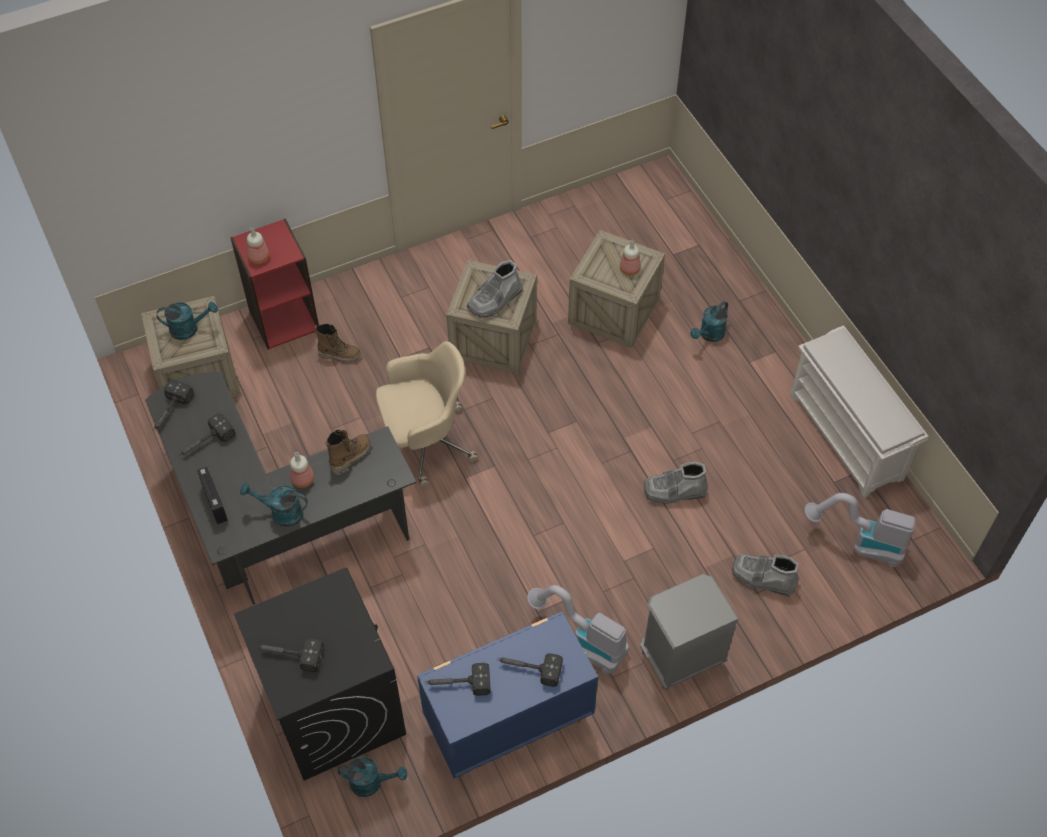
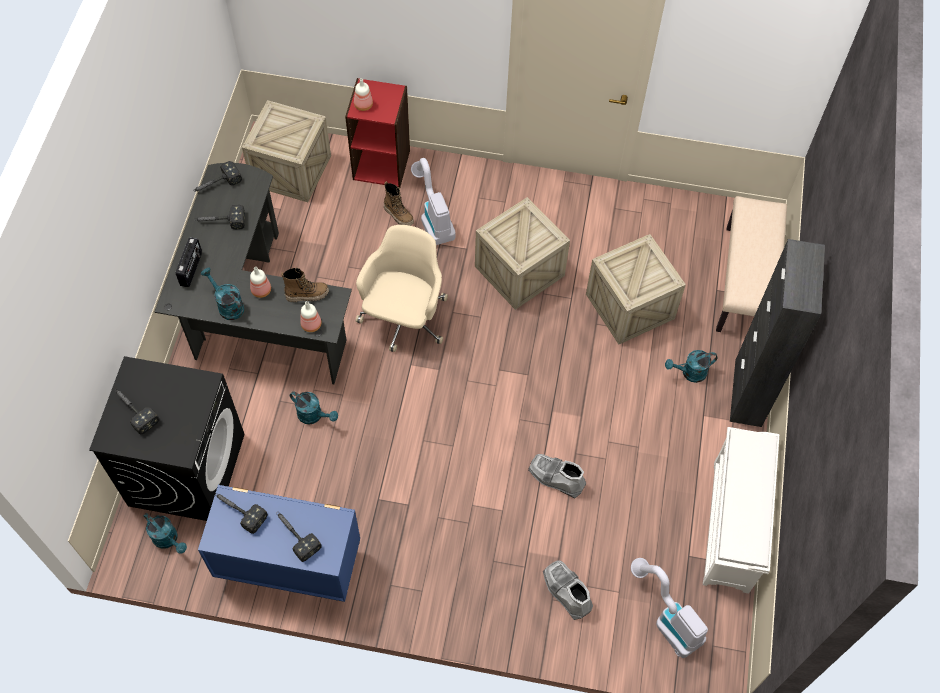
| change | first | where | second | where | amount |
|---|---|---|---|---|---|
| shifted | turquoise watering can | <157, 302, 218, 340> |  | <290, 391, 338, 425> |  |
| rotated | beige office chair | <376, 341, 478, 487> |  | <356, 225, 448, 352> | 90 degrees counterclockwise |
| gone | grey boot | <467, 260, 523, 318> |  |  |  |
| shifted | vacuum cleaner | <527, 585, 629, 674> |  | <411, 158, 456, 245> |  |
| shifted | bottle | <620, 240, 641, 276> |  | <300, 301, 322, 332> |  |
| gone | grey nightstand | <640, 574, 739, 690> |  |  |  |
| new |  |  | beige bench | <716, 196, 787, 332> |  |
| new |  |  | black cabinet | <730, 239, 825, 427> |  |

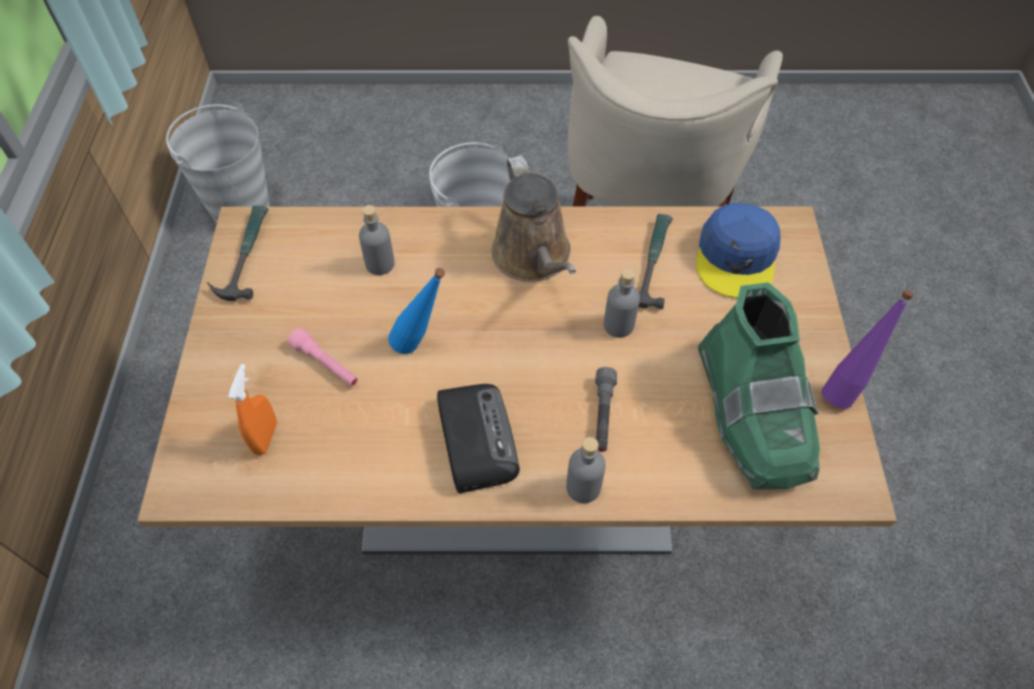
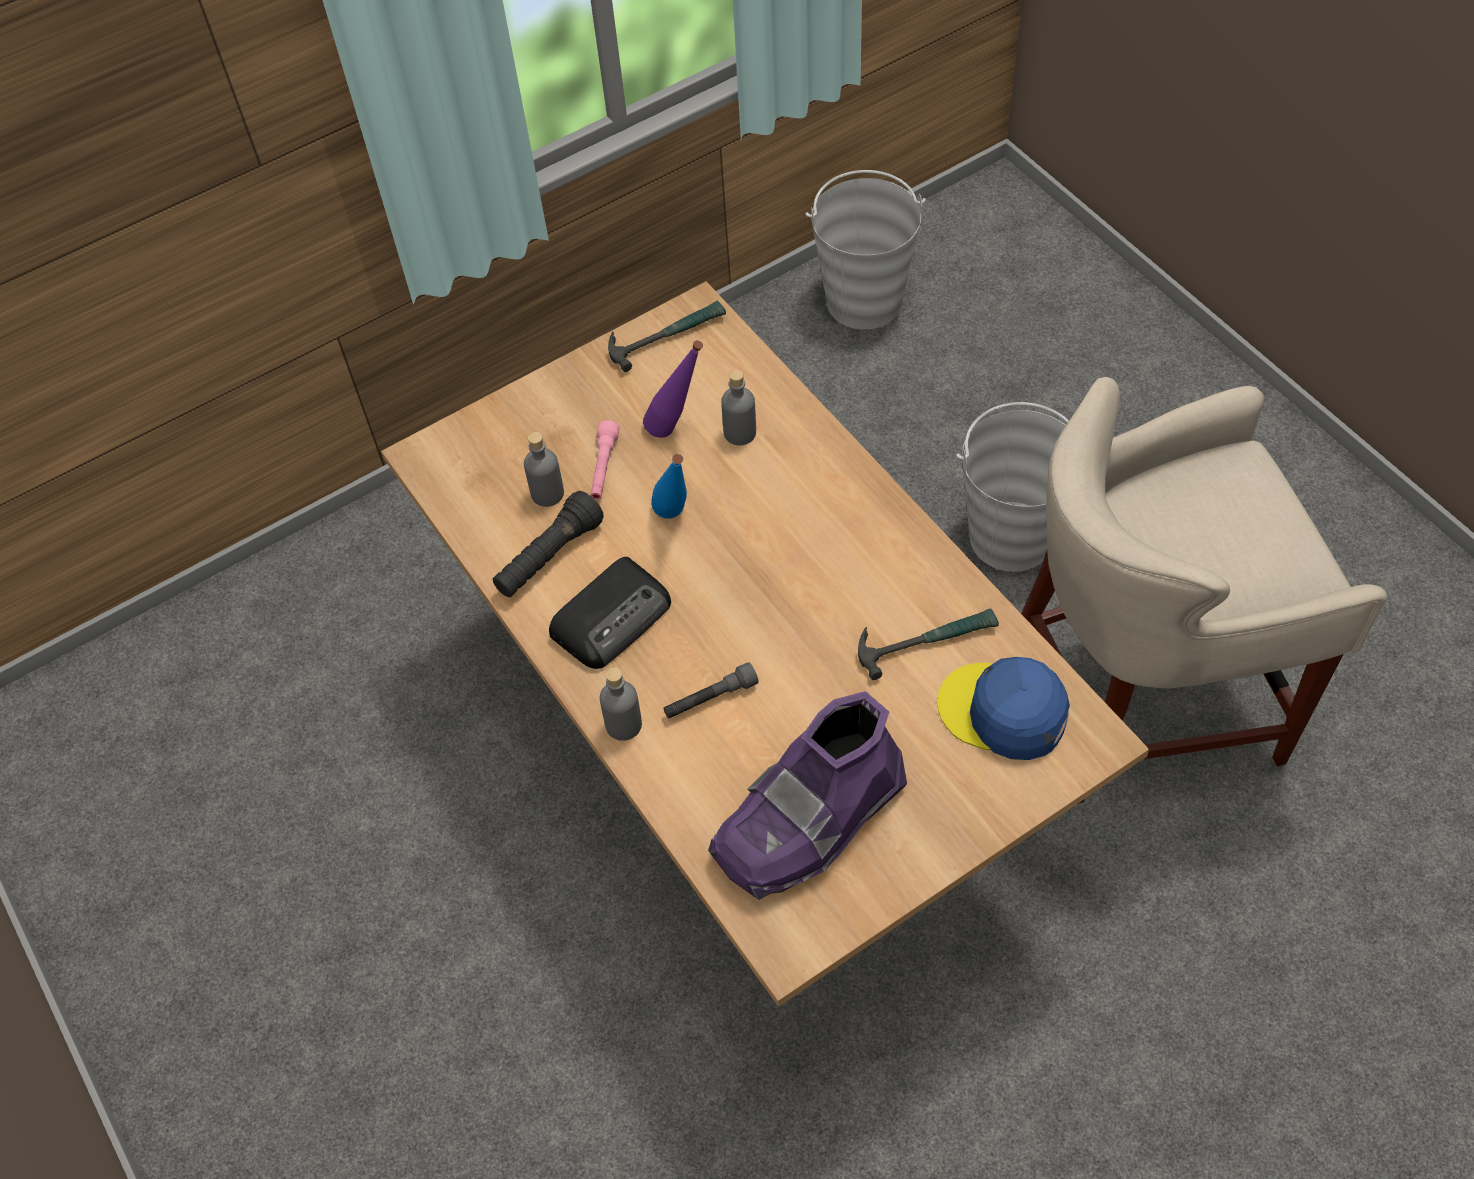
| change | first | where | second | where | amount |
|---|---|---|---|---|---|
| gone | orange spray bottle | <228, 364, 277, 455> |  |  |  |
| gone | brown watering can | <492, 155, 576, 282> |  |  |  |
| shifted | grey bottle | <604, 268, 640, 338> |  | <524, 432, 564, 507> |  |
| rotated | blue cap | <696, 203, 781, 298> |  | <937, 657, 1070, 760> | 45 degrees clockwise |
| repainted | green boot | <698, 282, 820, 489> | purple boot | <708, 691, 907, 900> |  |
| shifted | purple bottle | <822, 290, 914, 409> |  | <643, 340, 703, 438> |  |
| new |  |  | black flashlight | <493, 491, 604, 597> |  |

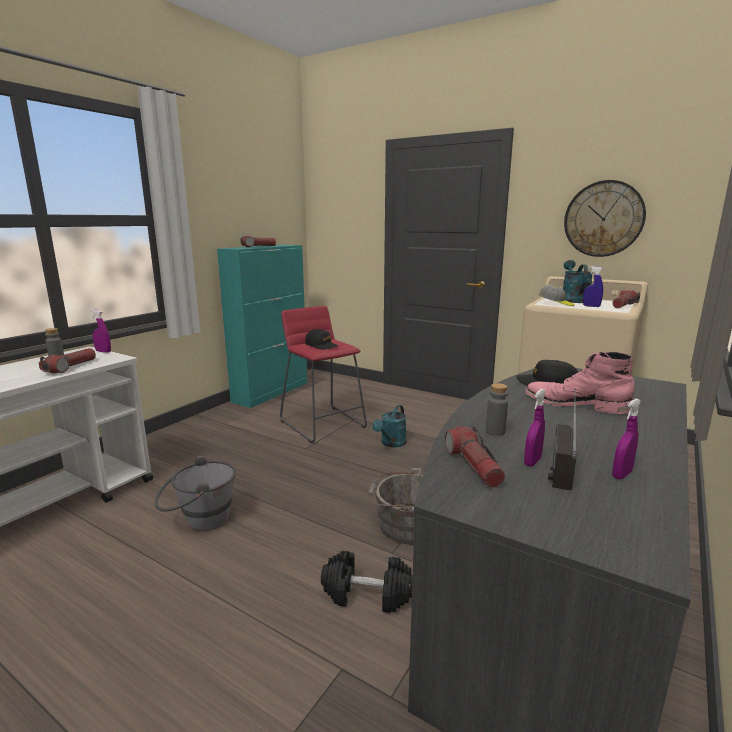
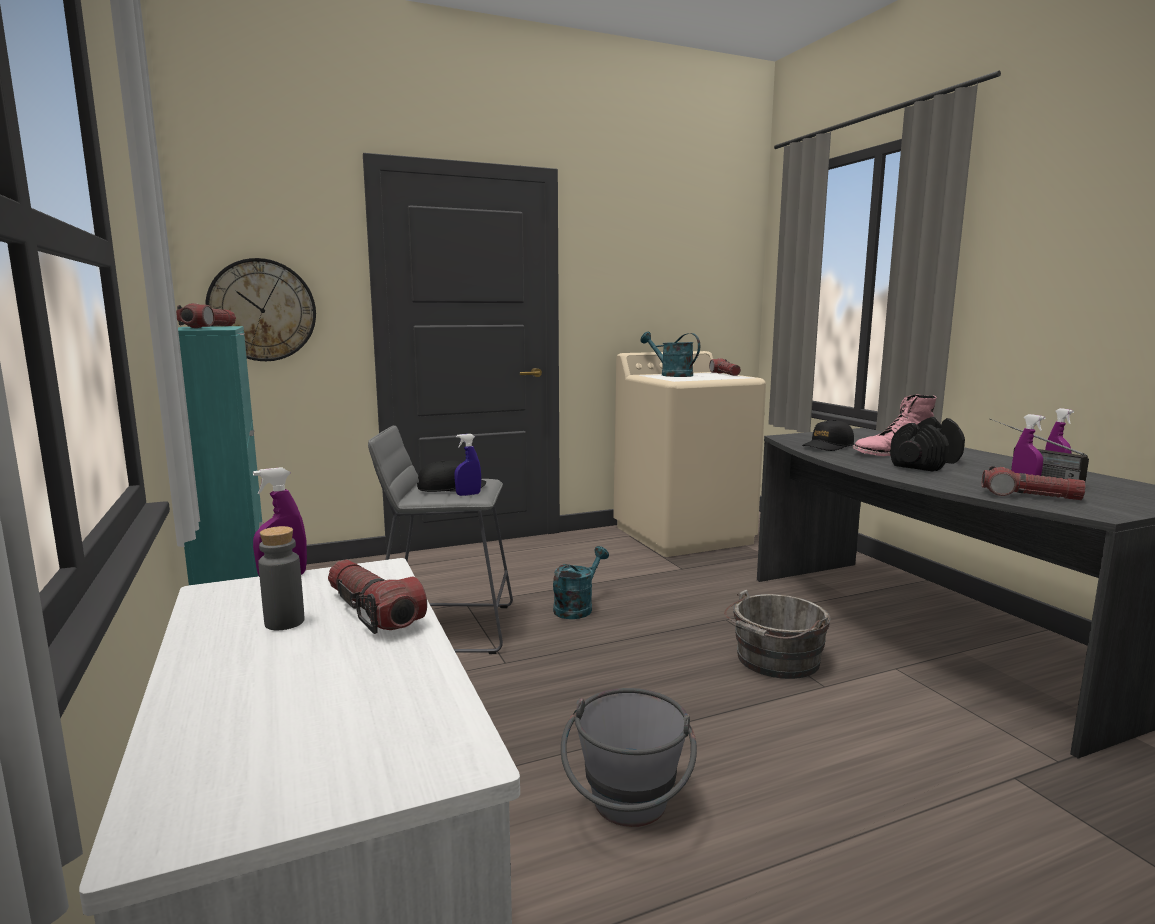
| change | first | where | second | where | amount |
|---|---|---|---|---|---|
| repainted | red stool | <280, 306, 367, 443> | grey stool | <368, 426, 513, 654> |  |
| shifted | black dumbbell | <321, 551, 413, 613> |  | <890, 417, 965, 472> |  |
| rotated | turquoise watering can | <372, 405, 407, 447> |  | <553, 546, 609, 619> | 120 degrees counterclockwise |
| gone | grey bottle | <486, 383, 508, 436> |  |  |  |
| gone | cap | <539, 285, 575, 306> |  |  |  |
| shifted | wall clock | <564, 180, 646, 257> |  | <205, 258, 316, 361> |  |
| shifted | blue spray bottle | <583, 266, 603, 307> |  | <455, 434, 481, 496> |  |

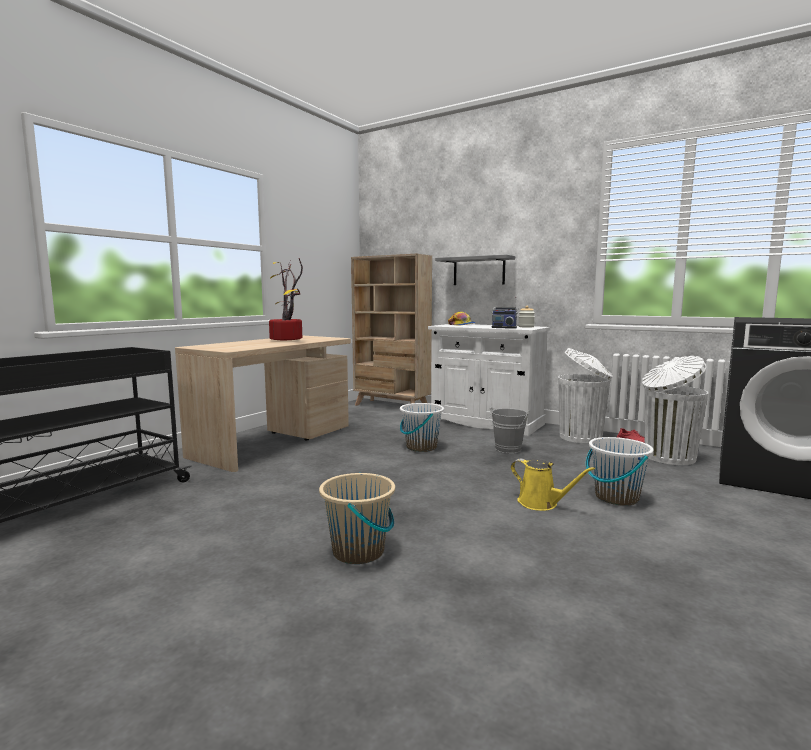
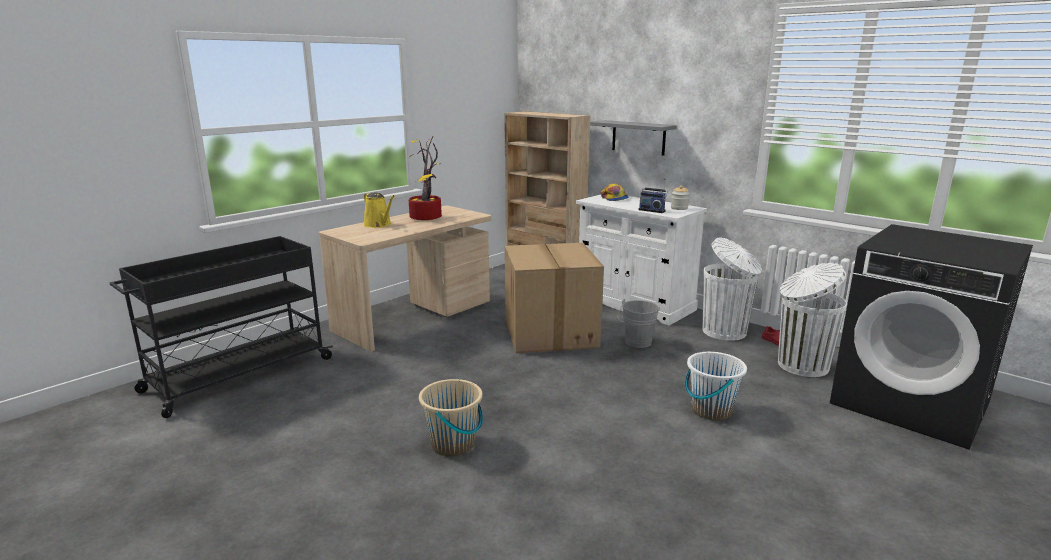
| change | first | where | second | where | amount |
|---|---|---|---|---|---|
| swapped | white bucket | <400, 403, 444, 452> | cardboard box | <505, 243, 604, 353> |  |
| shifted | yellow watering can | <511, 459, 595, 511> |  | <363, 192, 395, 228> |  |

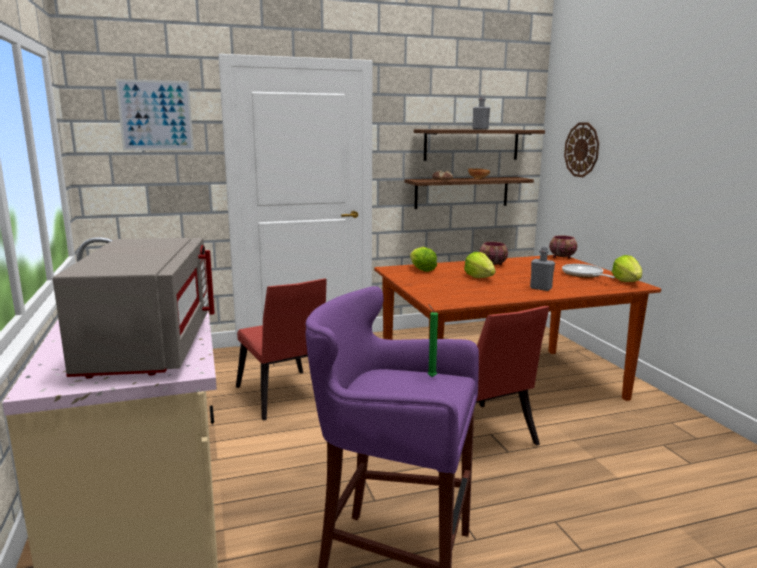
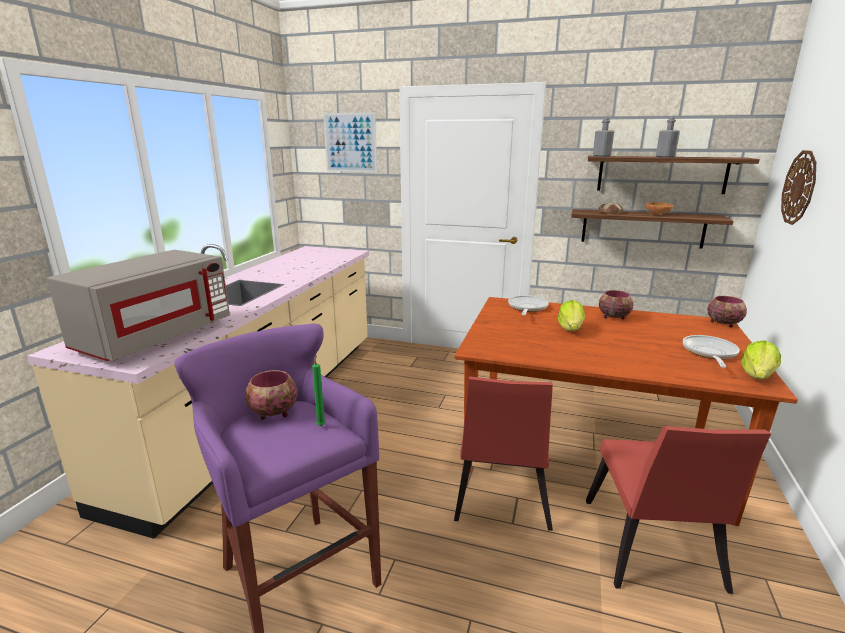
| change | first | where | second | where | amount |
|---|---|---|---|---|---|
| shifted | red chair | <236, 279, 327, 421> |  | <586, 426, 771, 594> |  |
| swapped | lettuce | <410, 247, 437, 272> | frying pan | <508, 295, 548, 315> |  |
| shifted | grey bottle | <530, 246, 555, 291> |  | <593, 117, 614, 157> |  |
| new |  |  | bowl | <245, 370, 298, 420> |  |

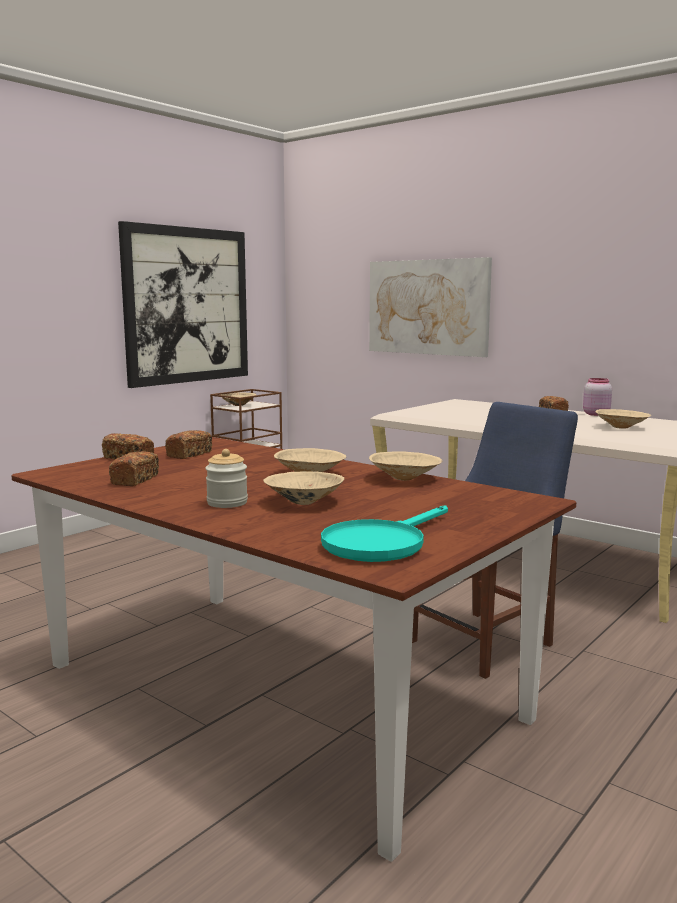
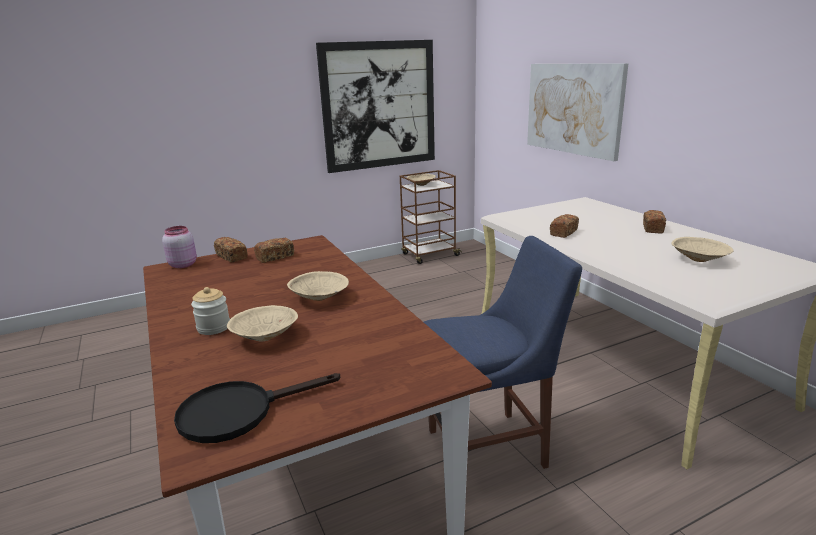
| change | first | where | second | where | amount |
|---|---|---|---|---|---|
| shifted | bread | <109, 451, 159, 486> |  | <550, 214, 579, 238> |  |
| repainted | turquoise frying pan | <321, 505, 448, 562> | black frying pan | <174, 373, 340, 443> |  |
| gone | beige bowl | <369, 451, 442, 480> |  |  |  |
| shifted | pink jar | <583, 378, 612, 416> |  | <162, 226, 197, 268> |  |

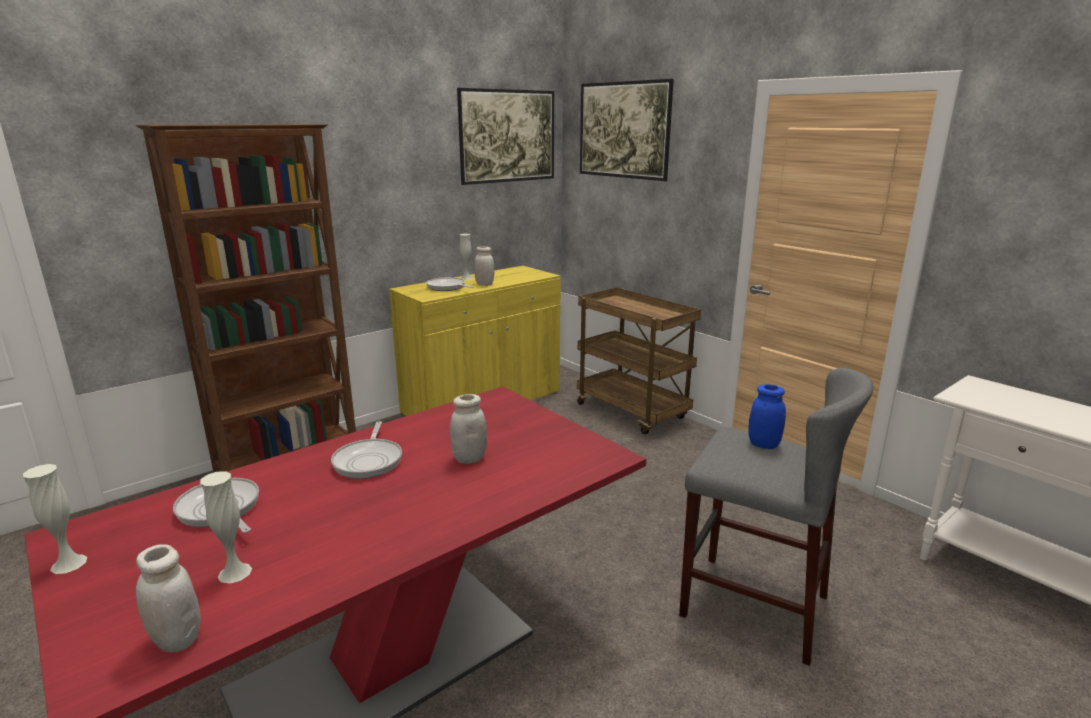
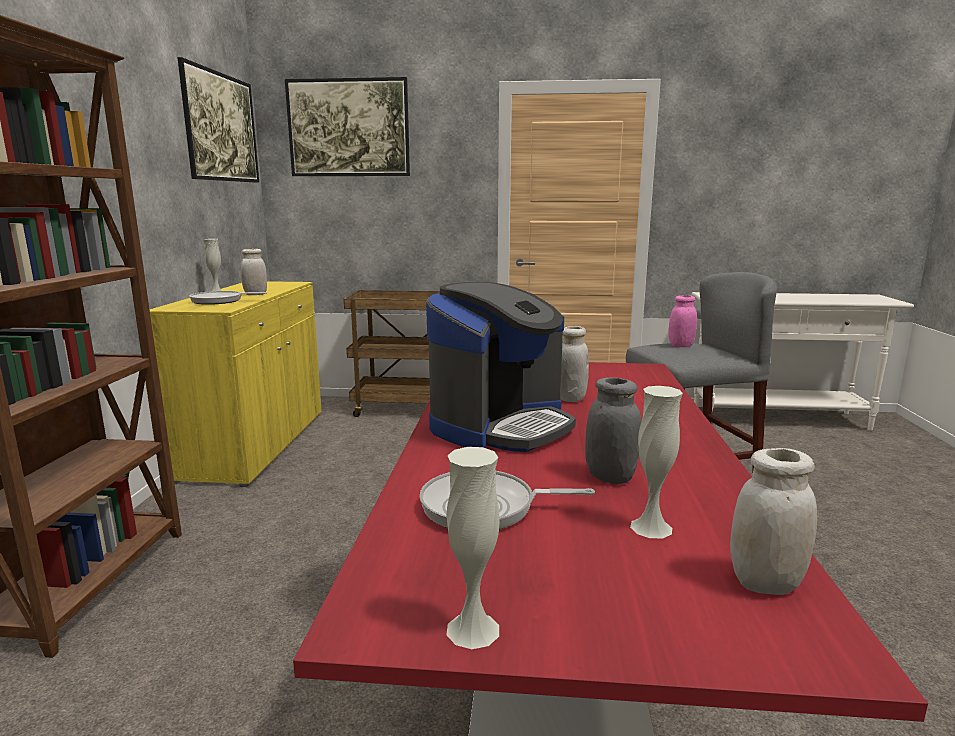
| change | first | where | second | where | amount |
|---|---|---|---|---|---|
| swapped | frying pan | <331, 421, 402, 479> | coffee machine | <426, 282, 576, 452> |  |
| repainted | blue jar | <748, 384, 786, 449> | pink jar | <668, 295, 697, 347> |  |
| new |  |  | grey jar | <585, 377, 642, 484> |  |

